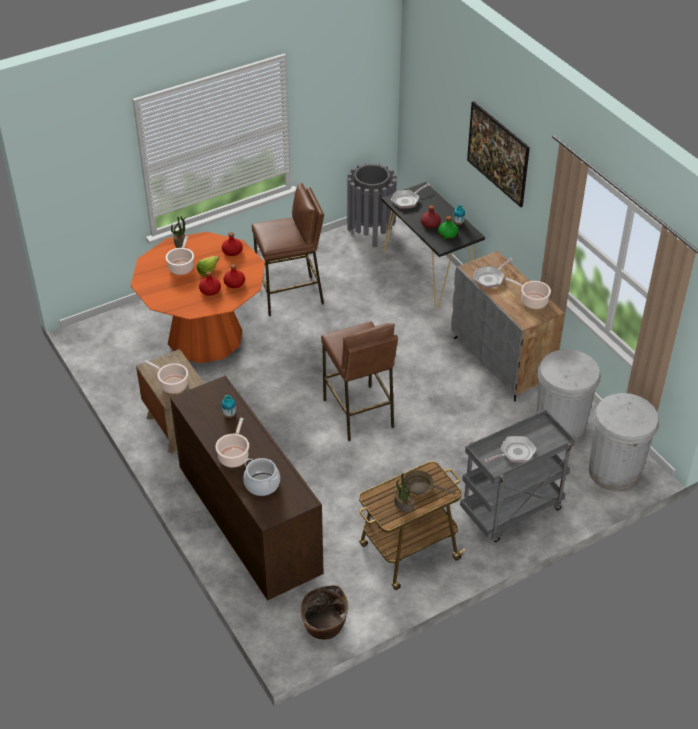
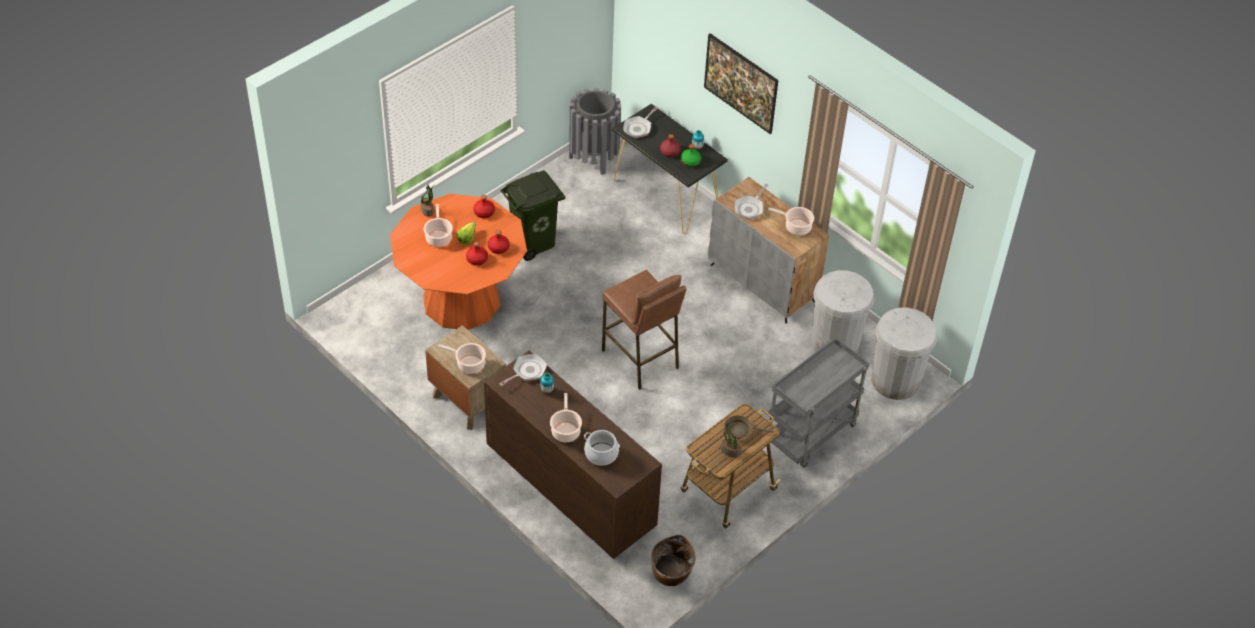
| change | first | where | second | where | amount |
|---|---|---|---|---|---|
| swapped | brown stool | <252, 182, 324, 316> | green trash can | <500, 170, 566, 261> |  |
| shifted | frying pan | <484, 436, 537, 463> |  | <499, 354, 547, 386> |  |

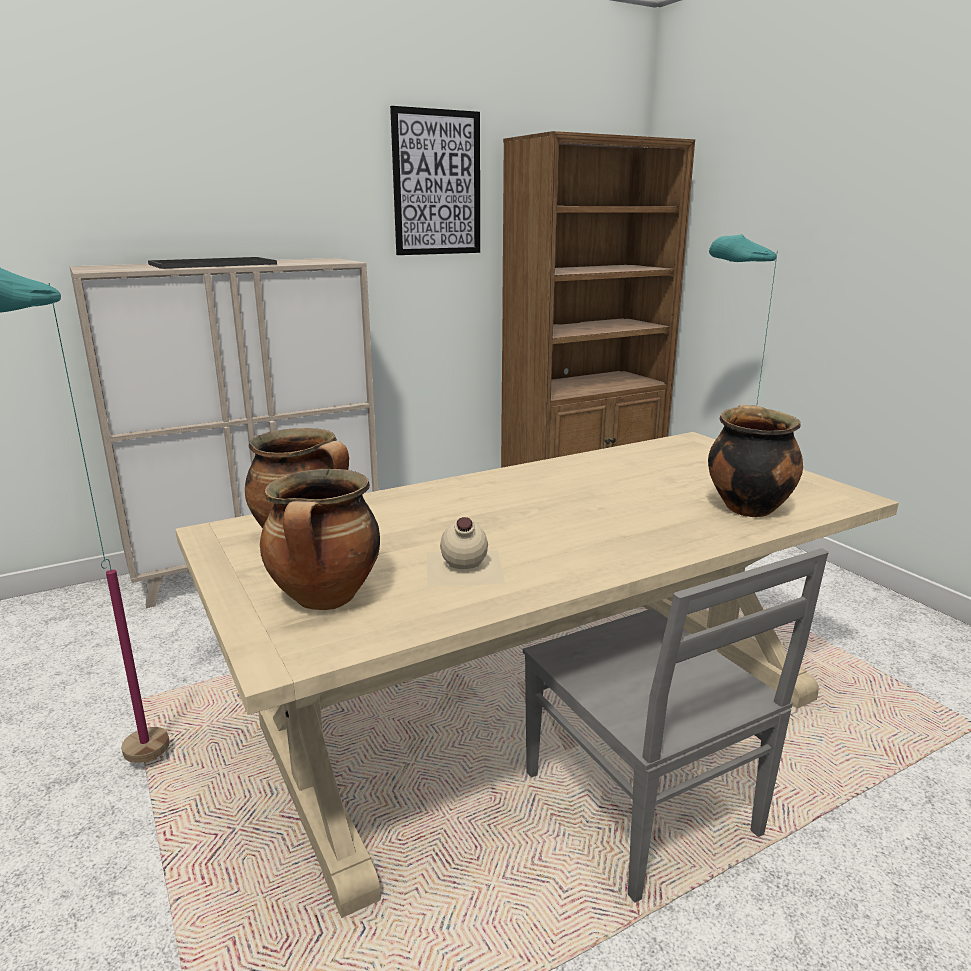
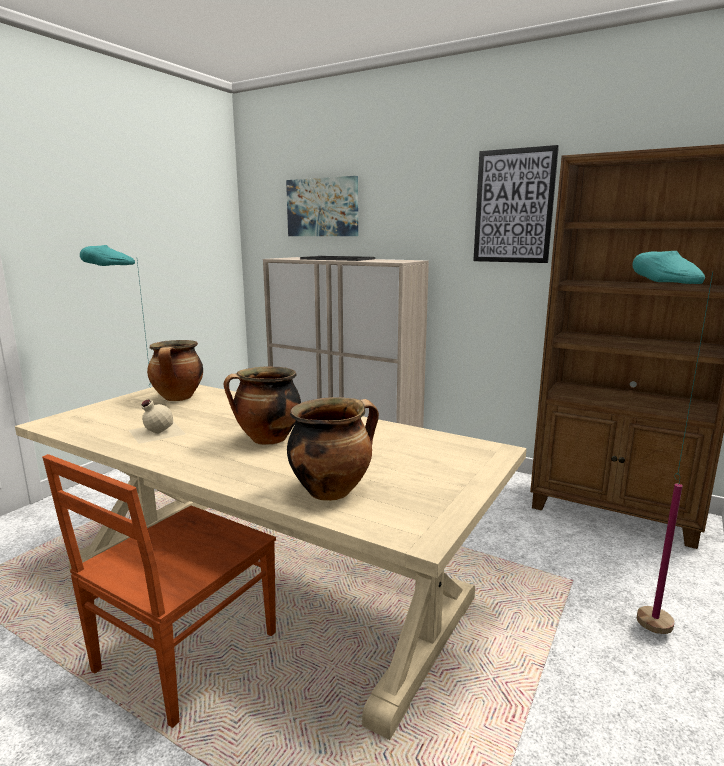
| change | first | where | second | where | amount |
|---|---|---|---|---|---|
| shifted | cooking pot | <260, 469, 380, 610> |  | <224, 366, 301, 445> |  |
| repainted | grey chair | <523, 548, 829, 903> | brown chair | <42, 454, 276, 728> |  |
| new |  |  | picture | <286, 176, 358, 236> |  |

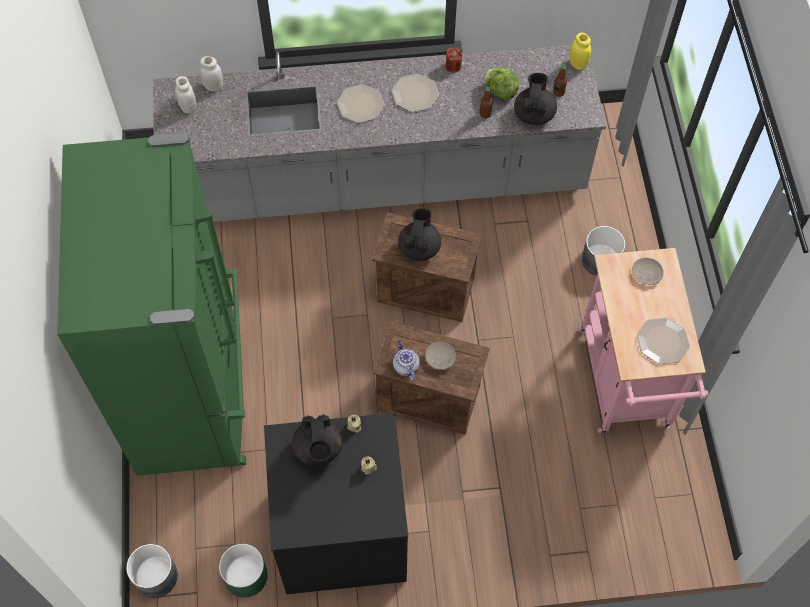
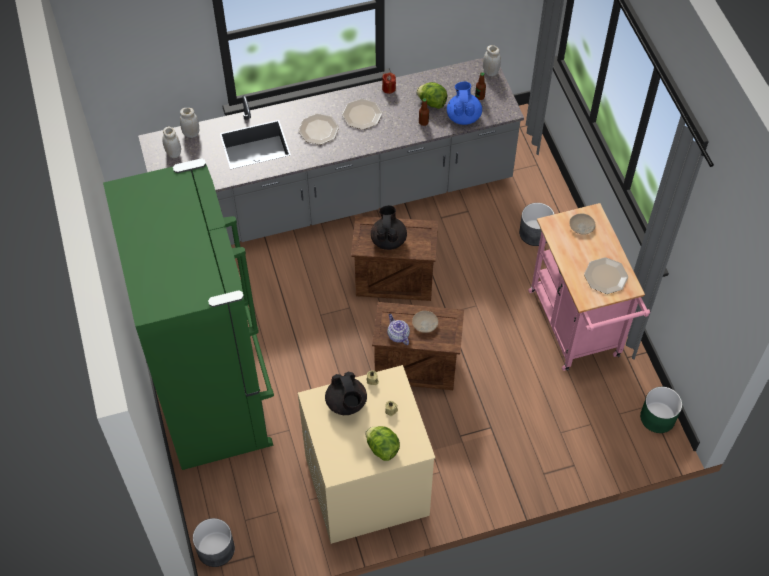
| change | first | where | second | where | amount |
|---|---|---|---|---|---|
| shifted | green planter | <219, 543, 268, 598> |  | <640, 387, 682, 433> |  |
| repainted | black washing machine | <264, 413, 408, 594> | beige washing machine | <298, 365, 435, 544> |  |
| repainted | black teapot | <514, 73, 557, 125> | blue teapot | <447, 81, 482, 125> |  |
| repainted | yellow jar | <569, 33, 591, 70> | white jar | <483, 45, 501, 76> |  |
| new |  |  | lettuce | <365, 426, 400, 461> |  |

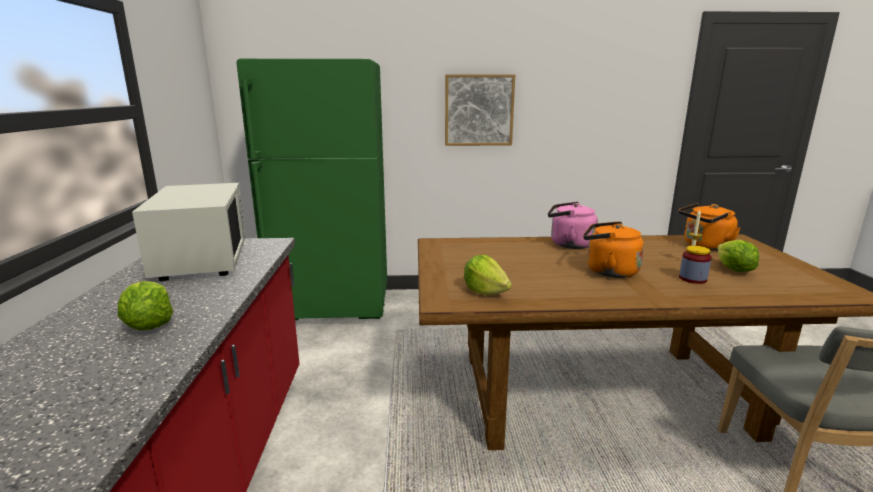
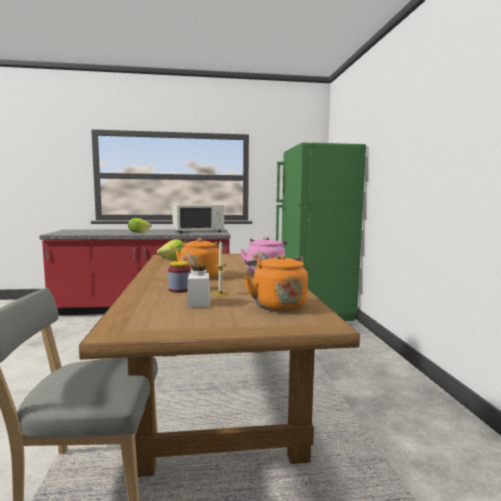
| change | first | where | second | where | amount |
|---|---|---|---|---|---|
| gone | picture | <445, 74, 515, 146> |  |  |  |
| swapped | lettuce | <718, 240, 759, 273> | white jar | <187, 264, 210, 308> |  |

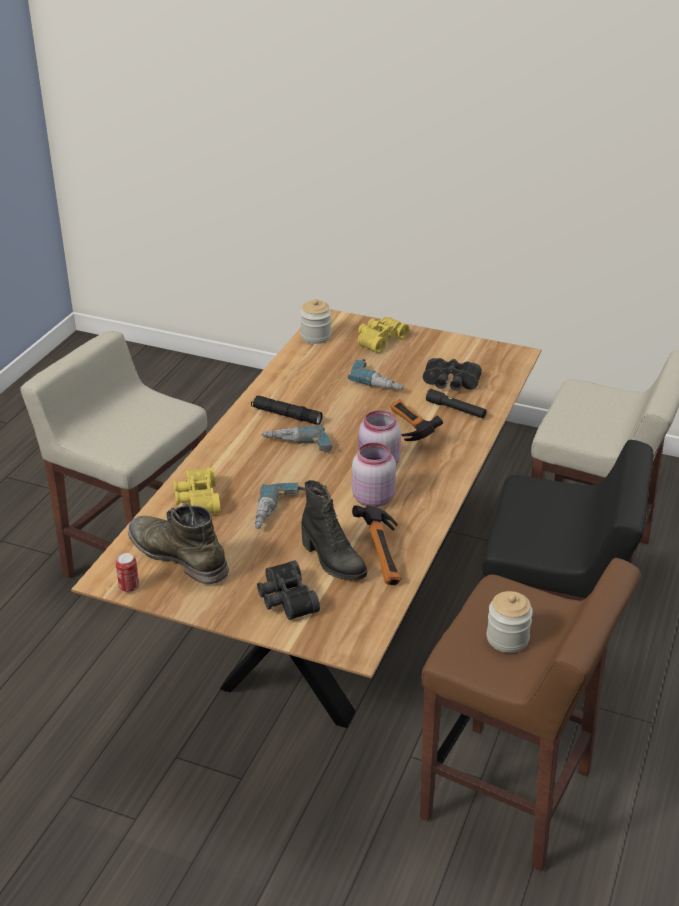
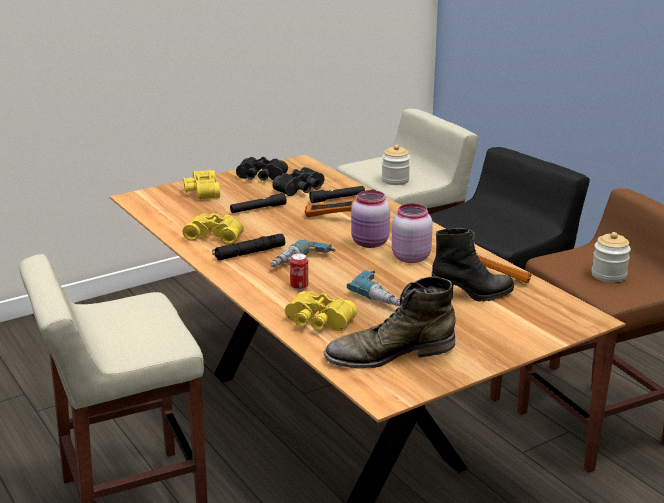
| change | first | where | second | where | amount |
|---|---|---|---|---|---|
| shifted | can | <116, 553, 139, 593> |  | <290, 253, 308, 290> |  |
| shifted | black binoculars | <257, 560, 320, 620> |  | <236, 157, 288, 181> |  |
| shifted | jar | <300, 299, 331, 344> |  | <382, 145, 410, 185> |  |
| swapped | power drill | <348, 359, 405, 390> | black flashlight | <230, 193, 287, 213> |  |
| new |  |  | yellow binoculars | <183, 213, 244, 245> |  |

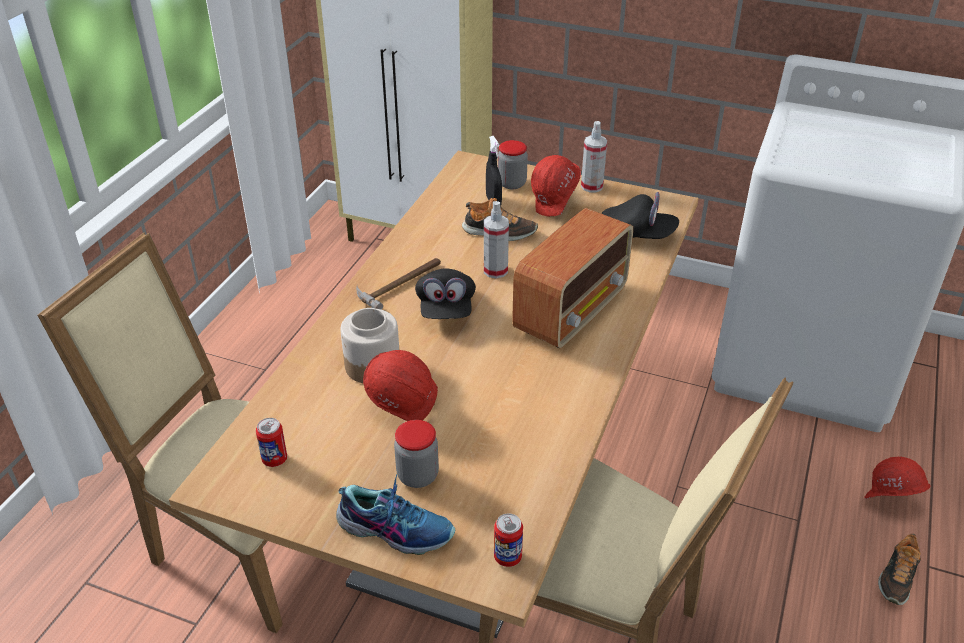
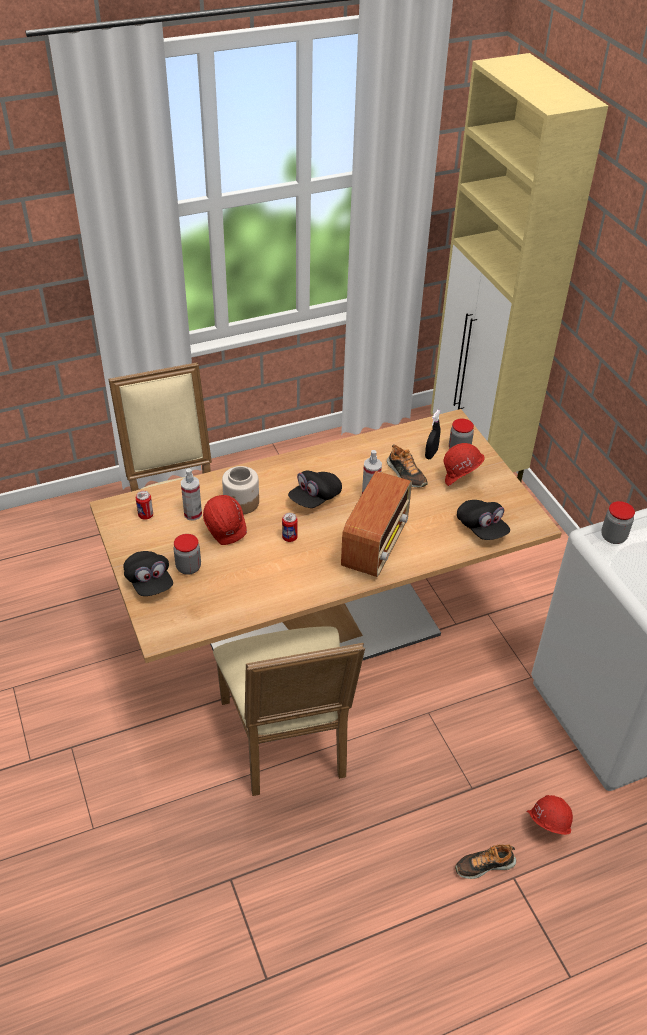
| change | first | where | second | where | amount |
|---|---|---|---|---|---|
| swapped | shoe | <336, 474, 455, 555> | black cap | <123, 551, 173, 596> |  |
| gone | hammer | <356, 258, 441, 310> |  |  |  |
| shifted | can | <494, 513, 523, 567> |  | <282, 513, 298, 542> |  |
| rotated | radio | <512, 208, 633, 348> |  | <341, 471, 412, 577> | 60 degrees counterclockwise |
| shifted | spray bottle | <581, 121, 607, 192> |  | <181, 469, 202, 521> |  |
| new |  |  | jar | <601, 501, 635, 544> |  |

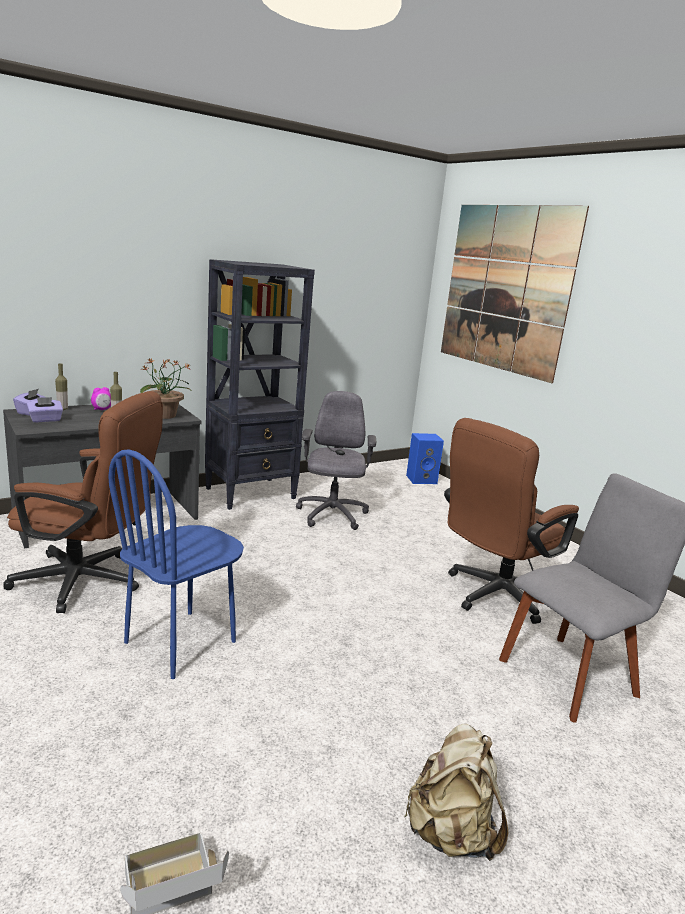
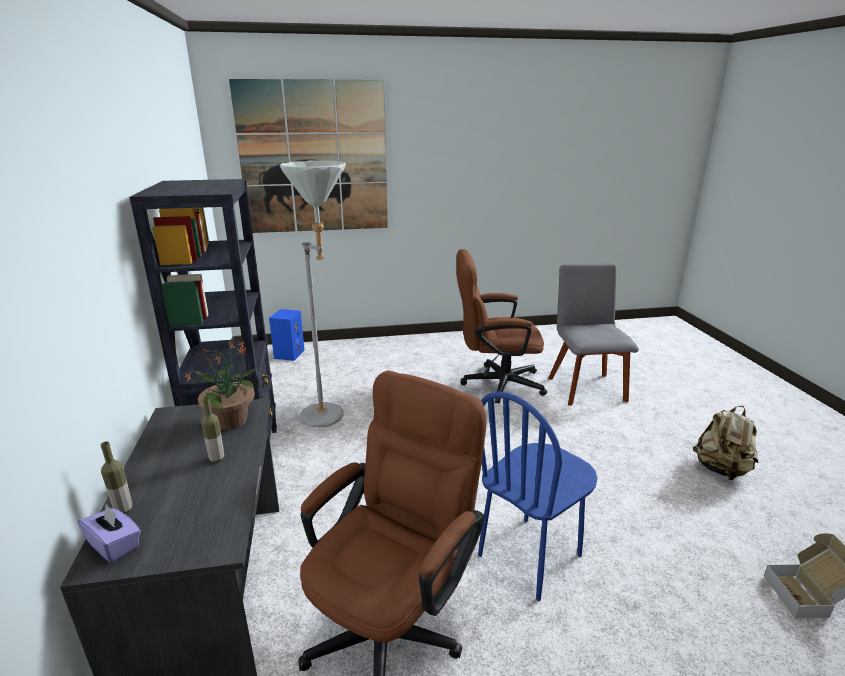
| change | first | where | second | where | amount |
|---|---|---|---|---|---|
| gone | purple tissue box | <26, 397, 63, 422> |  |  |  |
| gone | alarm clock | <91, 387, 111, 410> |  |  |  |
| rotated | blue chair | <108, 450, 244, 679> |  | <478, 392, 597, 601> | 75 degrees clockwise |
| swapped | grey office chair | <296, 391, 376, 530> | grey floor lamp | <279, 160, 346, 428> |  |
| rotated | brown office chair | <444, 418, 579, 624> |  | <456, 249, 547, 404> | 105 degrees clockwise |

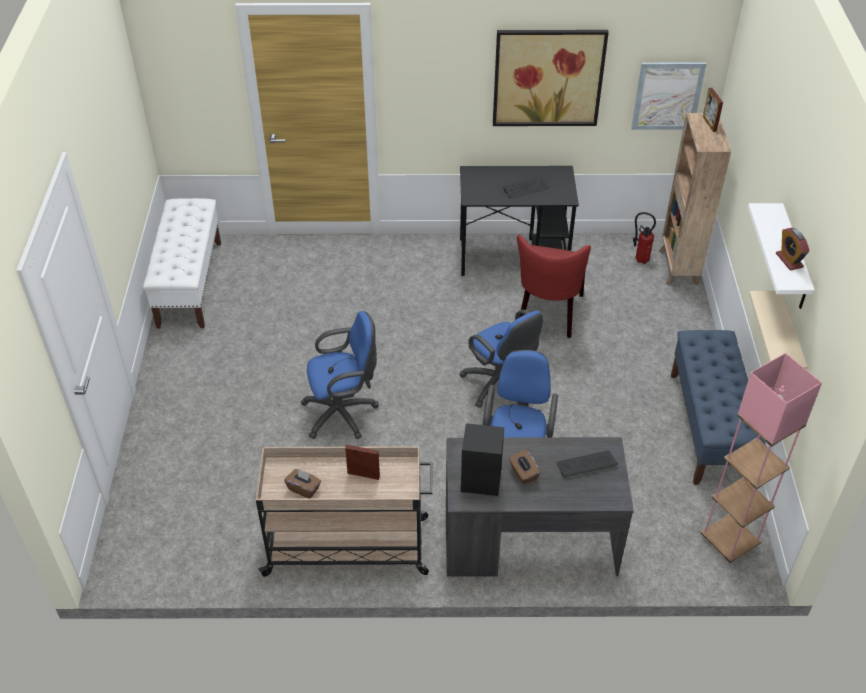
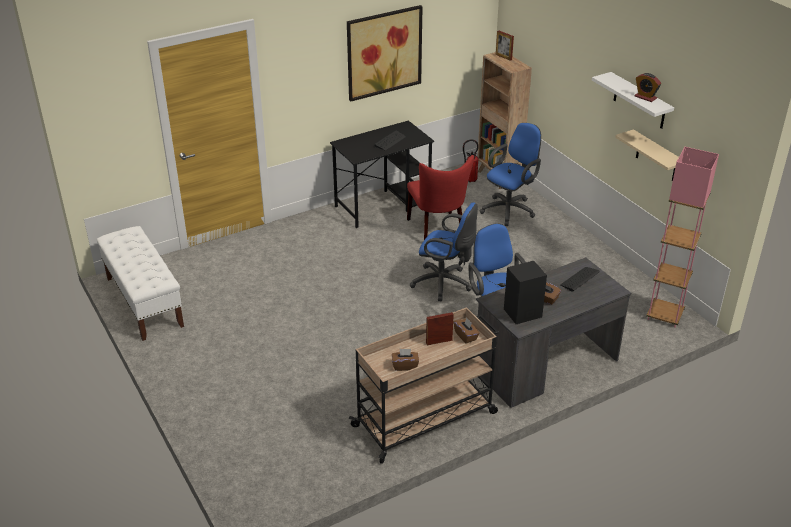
| change | first | where | second | where | amount |
|---|---|---|---|---|---|
| shifted | blue office chair | <301, 311, 379, 439> |  | <479, 123, 541, 226> |  |
| gone | picture | <631, 62, 706, 130> |  |  |  |
| gone | blue bench | <671, 330, 766, 485> |  |  |  |
| new |  |  | brown tissue box | <453, 318, 480, 344> |  |

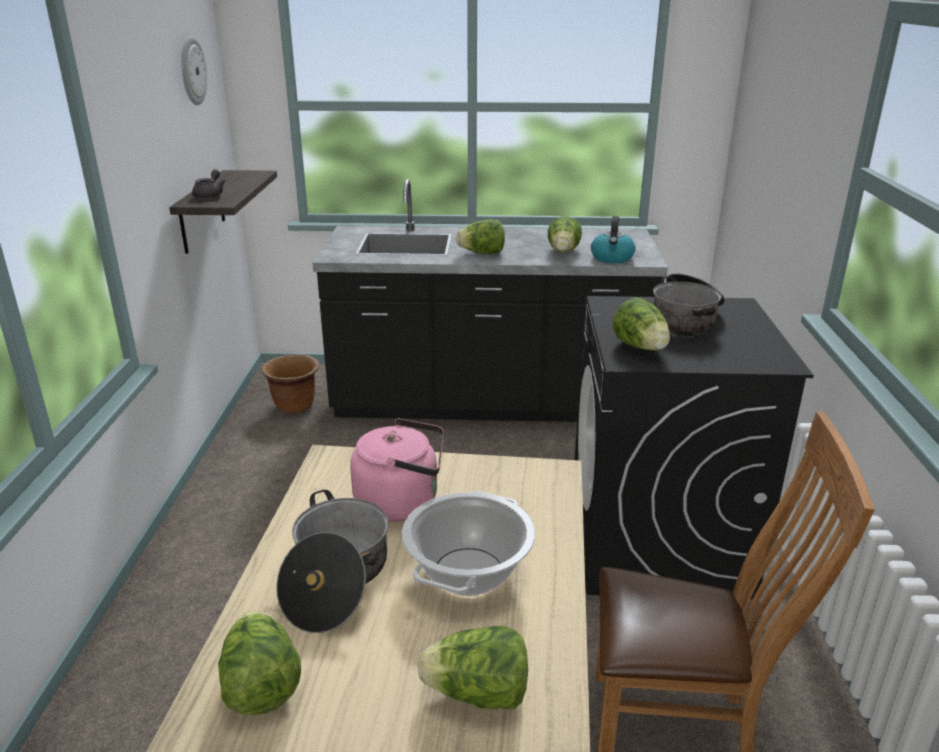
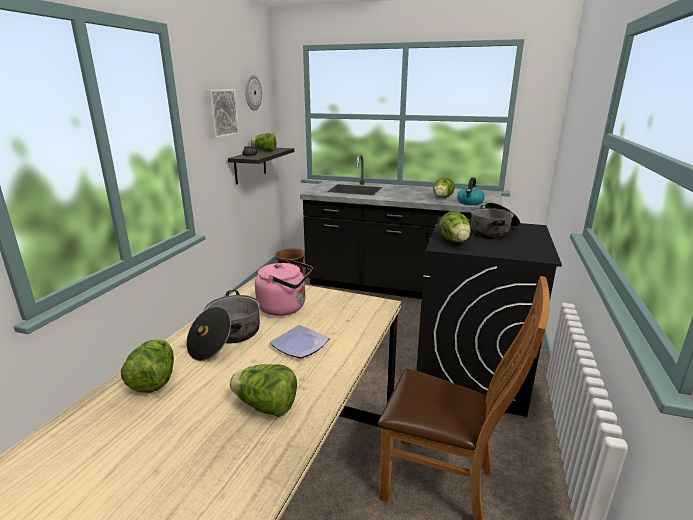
| change | first | where | second | where | amount |
|---|---|---|---|---|---|
| swapped | cooking pot | <402, 491, 535, 596> | plate | <270, 325, 330, 359> |  |
| shifted | lettuce | <456, 219, 505, 254> |  | <250, 133, 276, 152> |  |
| new |  |  | picture | <206, 90, 239, 138> |  |

